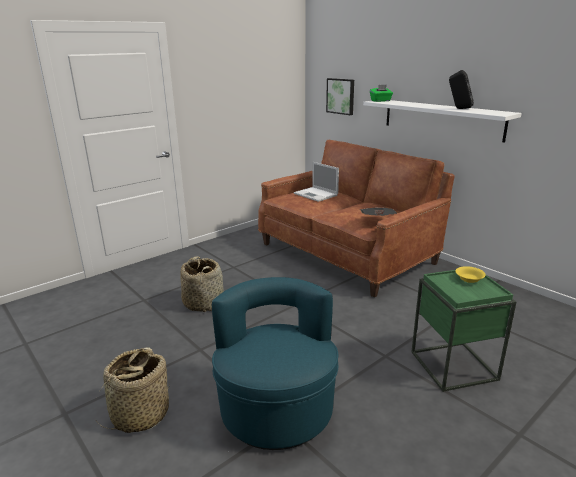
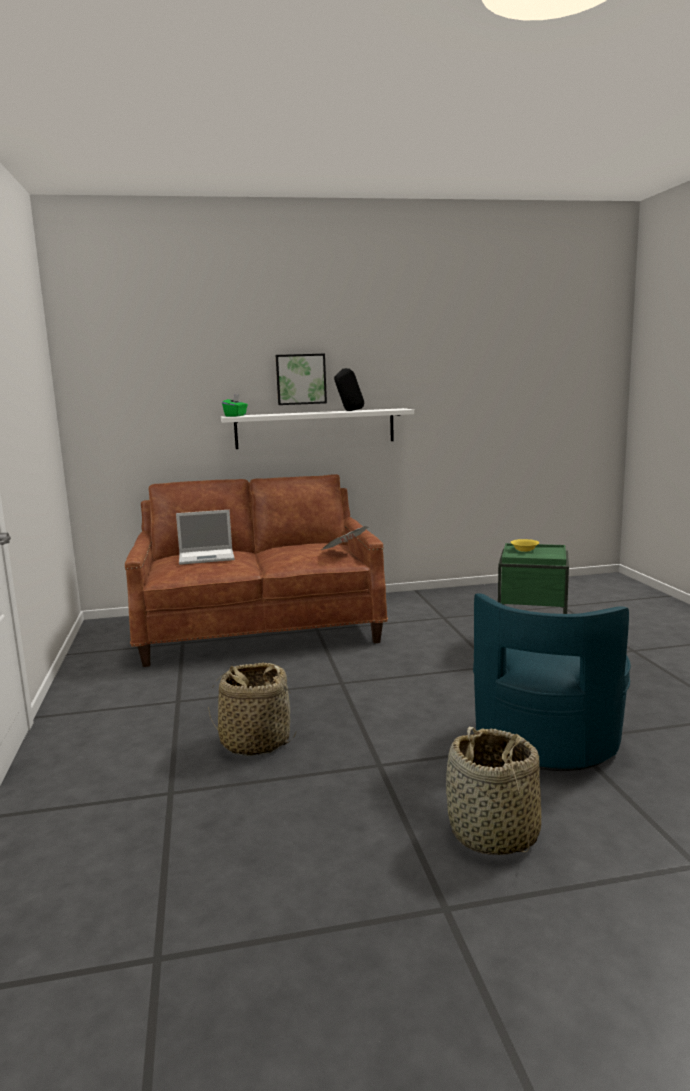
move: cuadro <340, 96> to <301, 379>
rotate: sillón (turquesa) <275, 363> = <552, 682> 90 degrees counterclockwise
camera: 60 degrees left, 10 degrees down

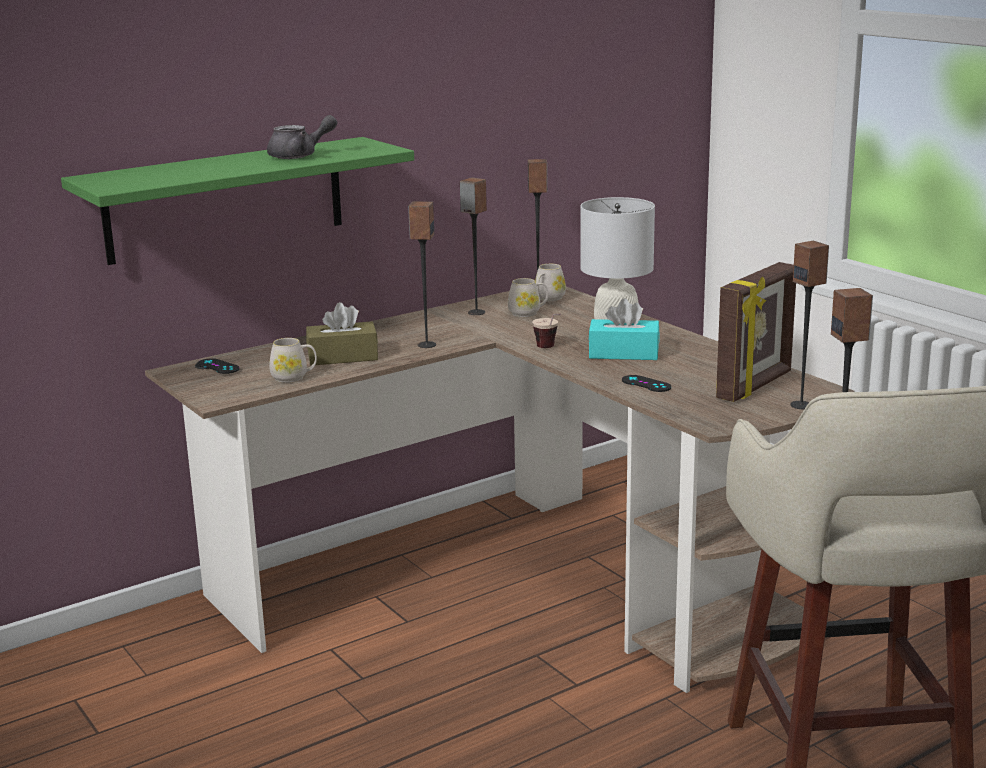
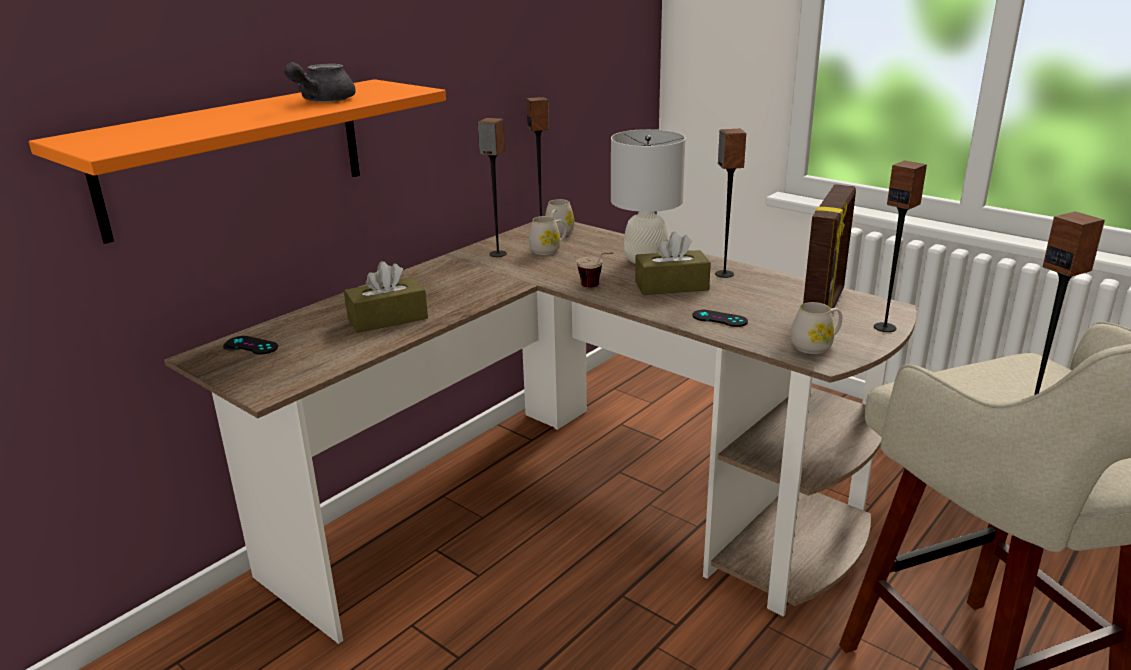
move: altavoz <422, 274> to <730, 203>; taza grande (blanco) <293, 360> to <816, 328>
recolor: estante (verde) <237, 201> to estante (naranja) <237, 161>; caja de pañuelos (turquesa) <624, 329> to caja de pañuelos (marrón) <673, 263>
rotate: tetera (gris) <302, 137> = <320, 82> 150 degrees clockwise
camera: 15 degrees left, 5 degrees up

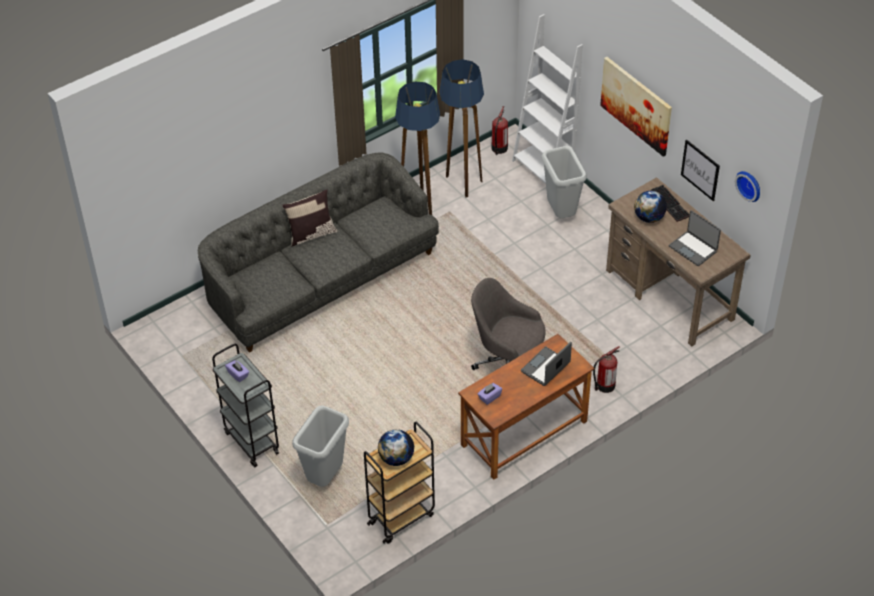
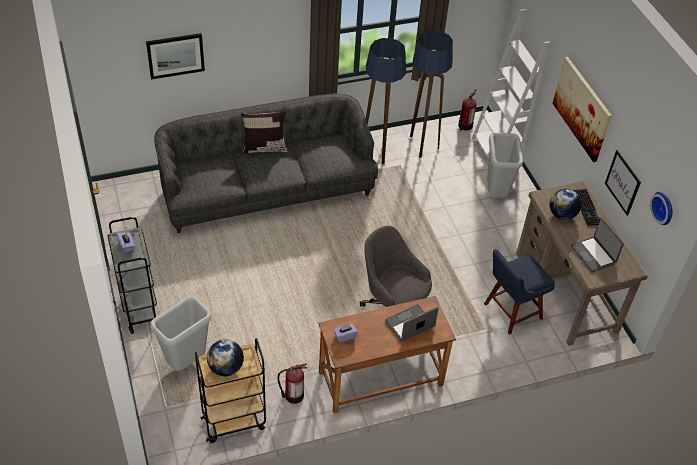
insert: cuadro <175, 56>; silla (azul) <519, 292>
move: extintor <606, 369> to <292, 383>
camera: 15 degrees right, 0 degrees up

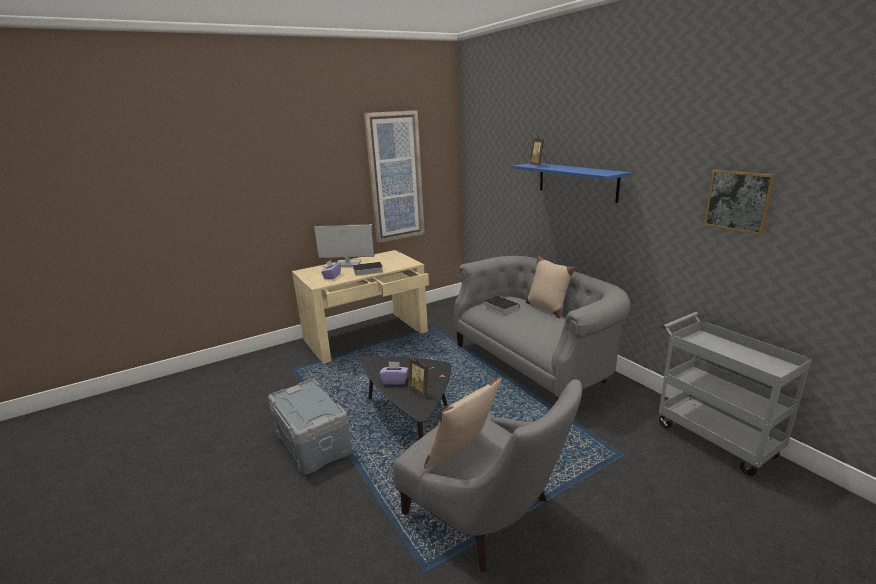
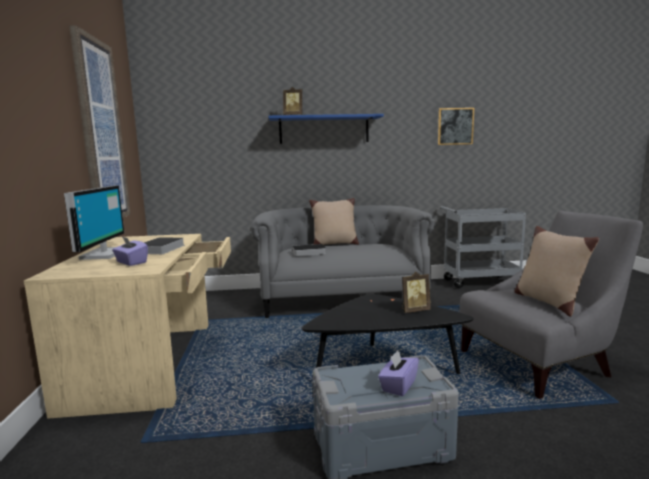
move: caja de pañuelos (morado) <393, 373> to <398, 373>
rotate: monitor <344, 245> = <94, 222> 150 degrees clockwise
camera: 65 degrees left, 10 degrees down

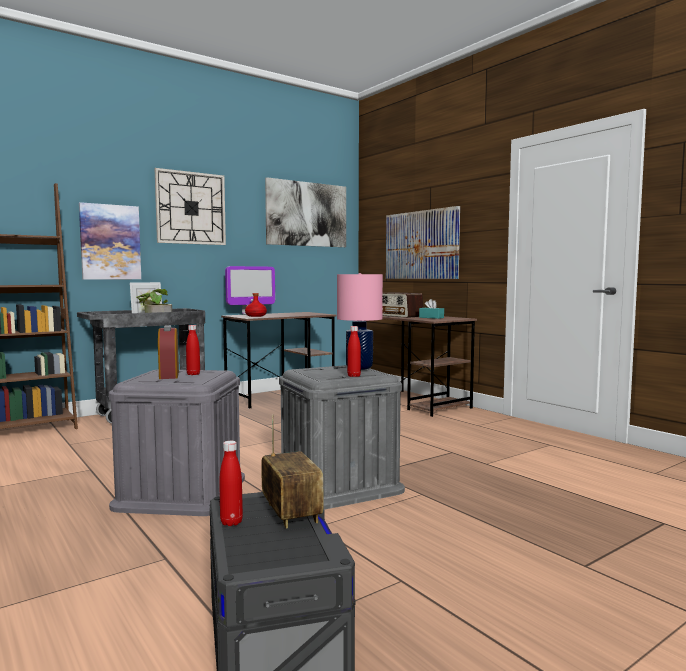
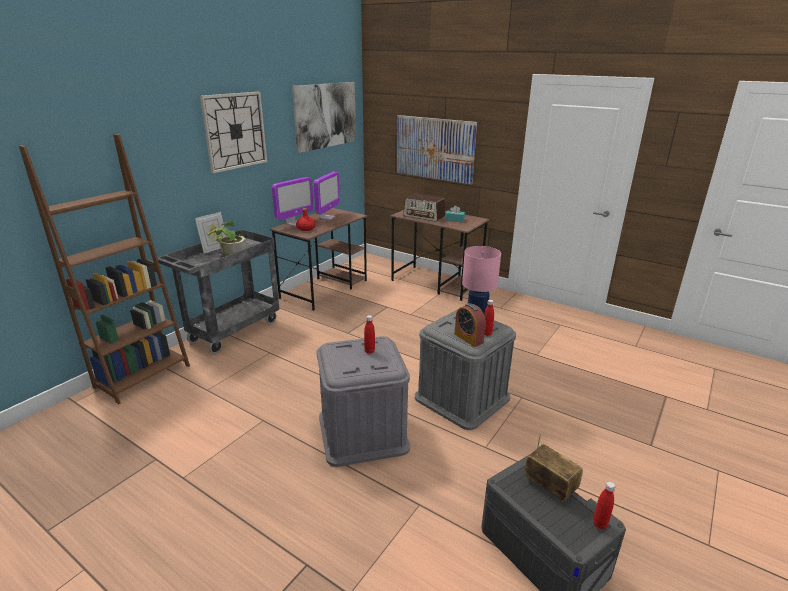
delete: cuadro <110, 241>
insert: monitor <327, 196>
move: despertador <168, 352> to <470, 325>; botella (rojo) <231, 483> to <604, 505>
camera: 20 degrees left, 20 degrees up

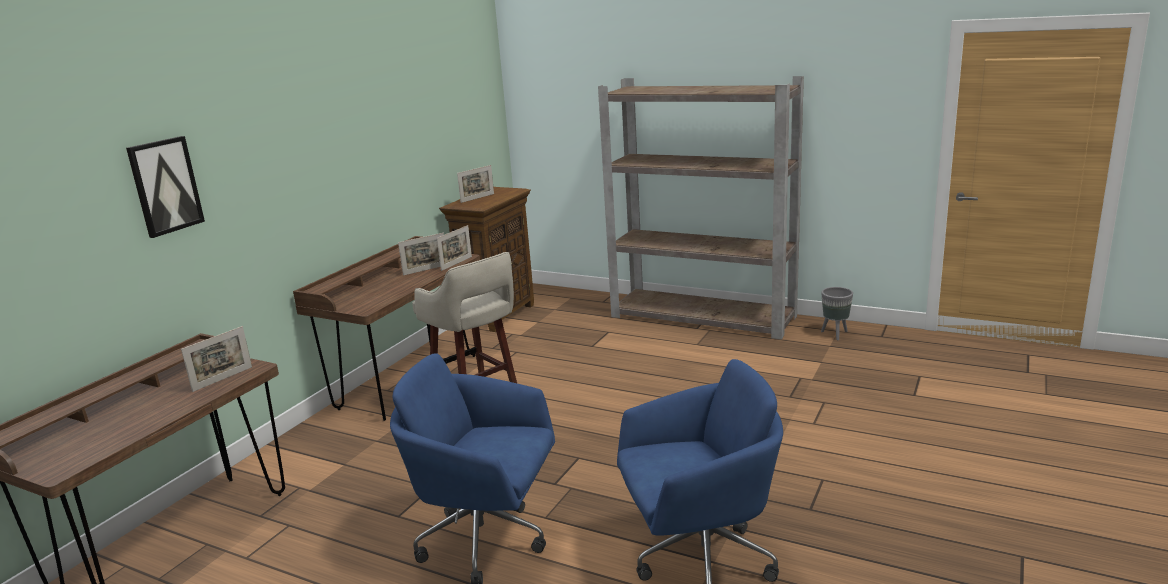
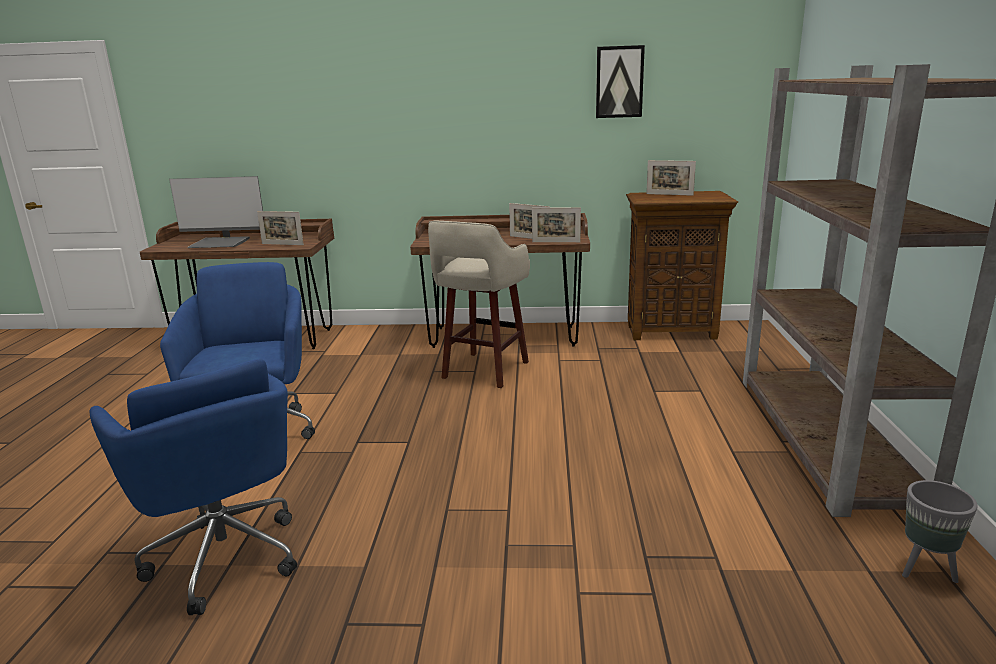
insert: monitor <216, 212>
move: cuadro <165, 187> to <620, 81>
camera: 65 degrees right, 0 degrees up

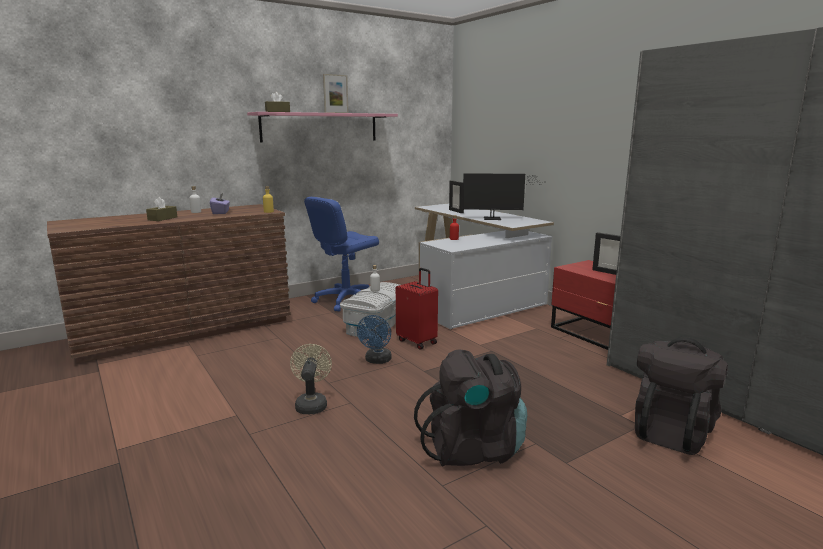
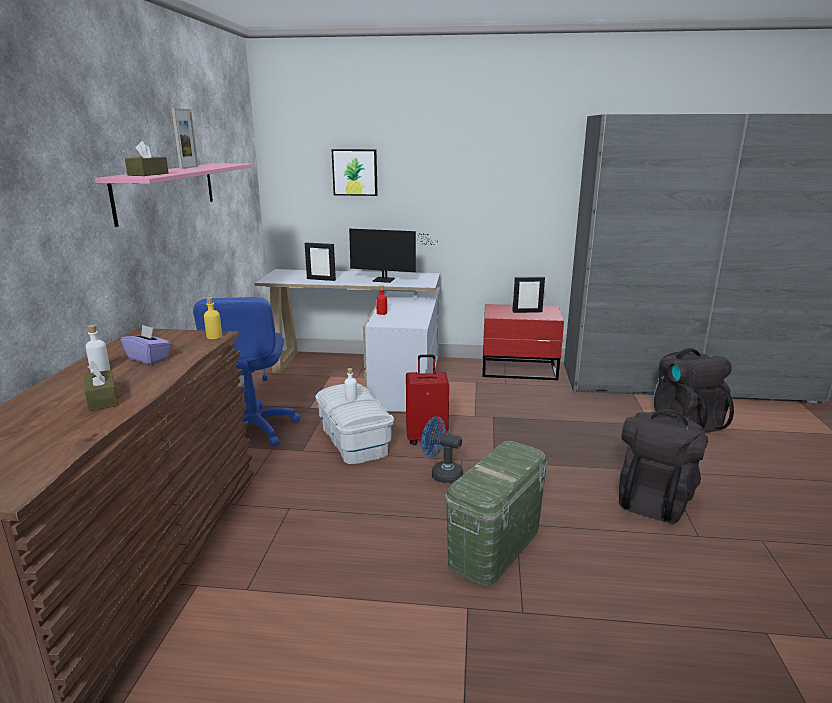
insert: cuadro <354, 172>
replace: ventilador (beis) <311, 379> to caja de almacenaje (verde) <496, 514>
rotate: monitor <504, 196> = <393, 256> 60 degrees clockwise; ventilador (azul) <374, 339> = <442, 450> 150 degrees clockwise
camera: 50 degrees left, 5 degrees up

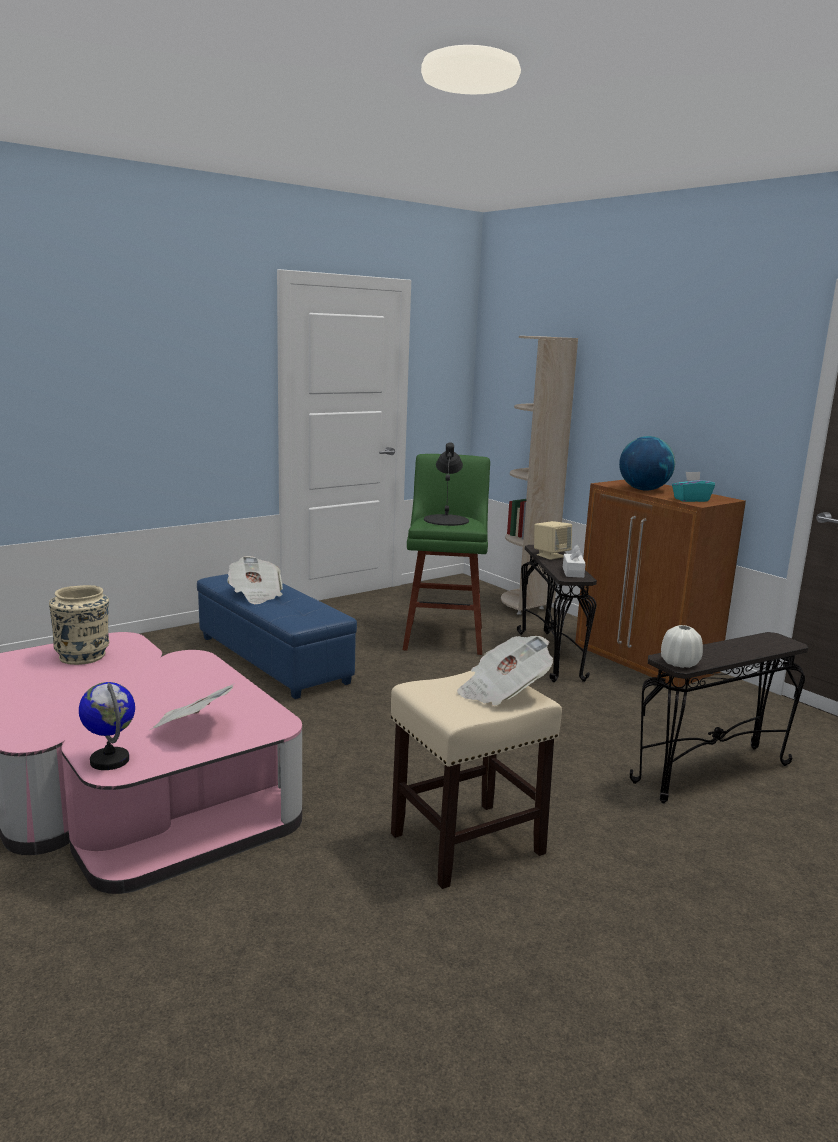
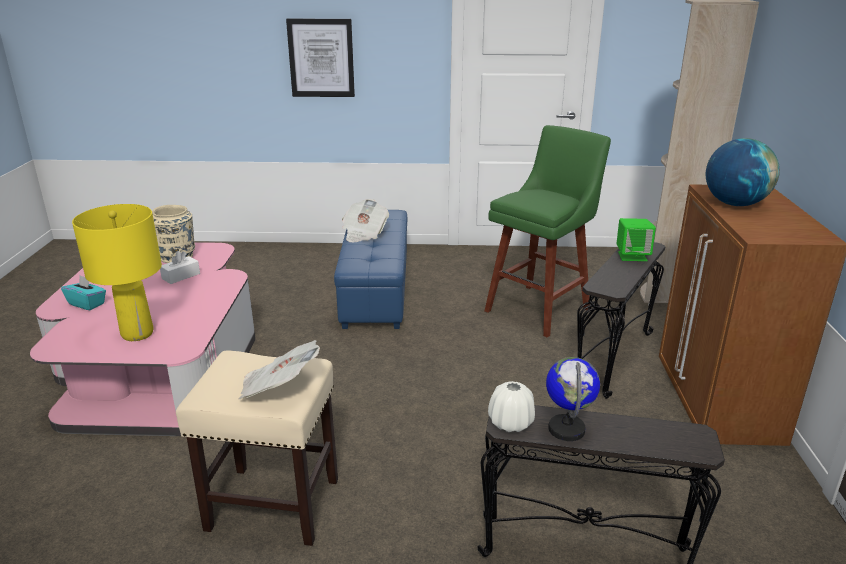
delete: lámpara de mesa (negro) <446, 484>
insert: cuadro <320, 58>
move: caja de pañuelos (turquesa) <693, 487> to <83, 292>; caja de pañuelos (blanco) <574, 561> to <180, 267>; globo terráqueo <107, 726> to <573, 399>
replace: periódico <192, 706> to lámpara de mesa (amarillo) <117, 272>
recolor: altavoz (beis) <553, 540> to altavoz (verde) <636, 239>
camera: 40 degrees right, 10 degrees up

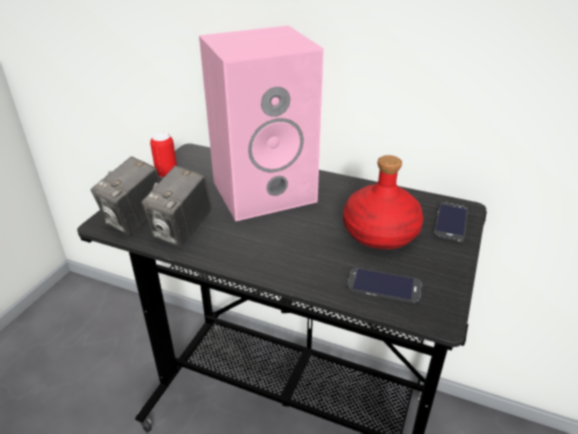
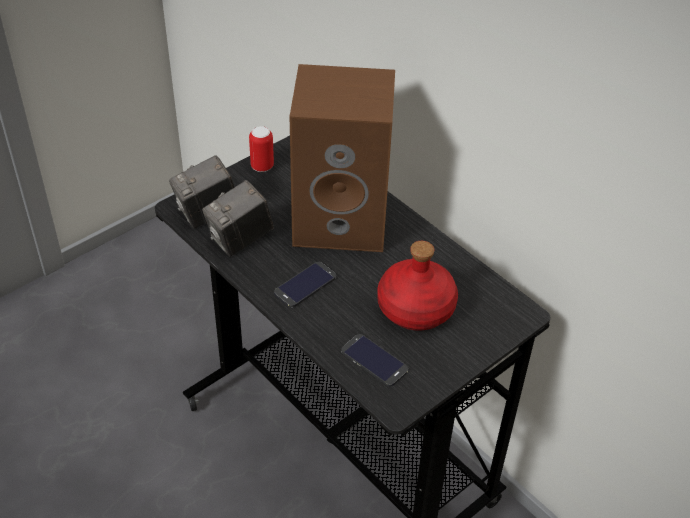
move: móvil <451, 222> to <305, 284>
recolor: altavoz (rosa) <261, 123> to altavoz (marrón) <342, 158>
camera: 25 degrees right, 10 degrees up

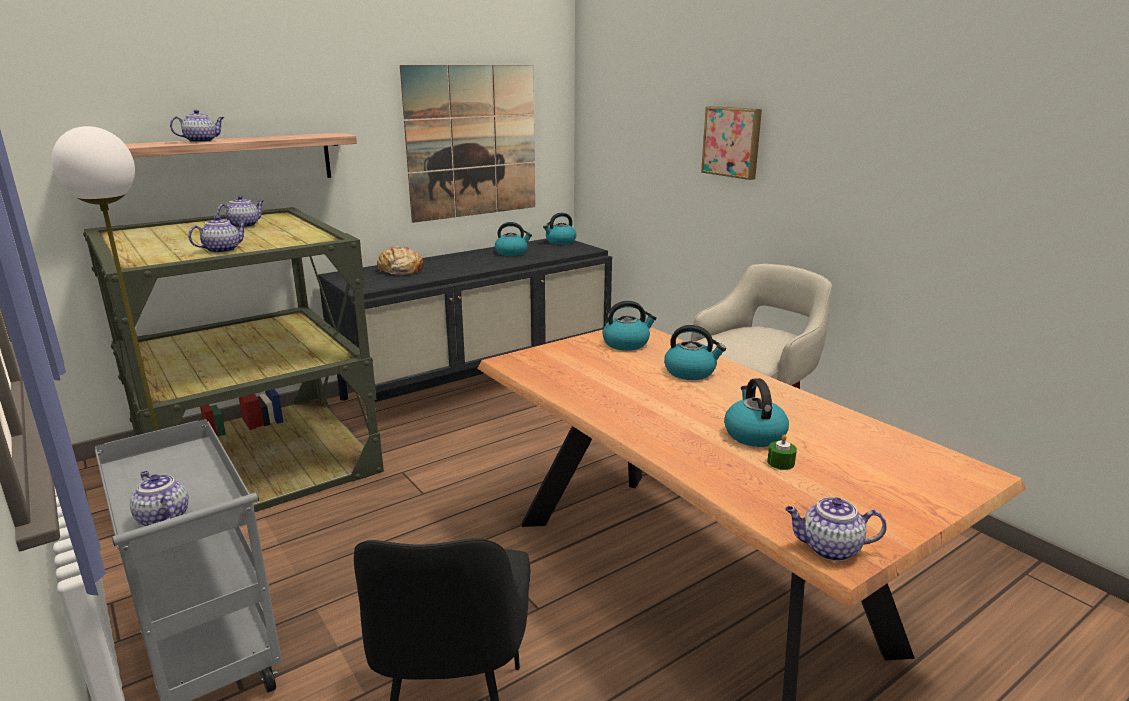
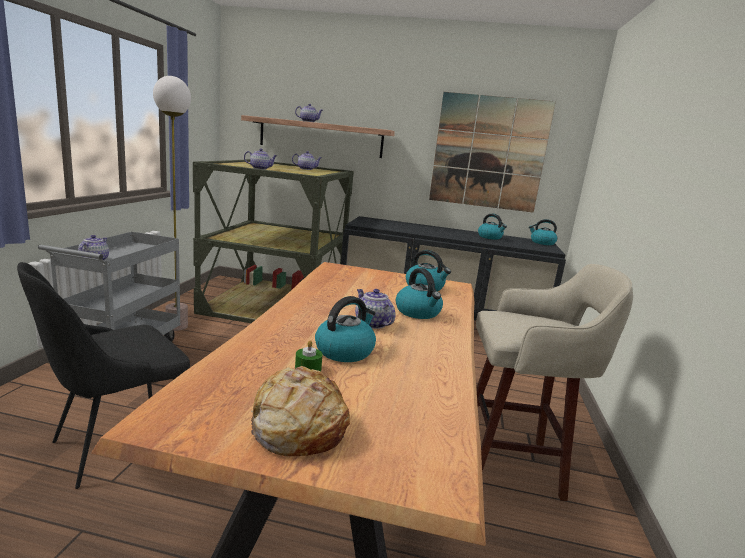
delete: cuadro <731, 143>
move: pan <400, 260> to <300, 411>; tetera <836, 529> to <375, 309>
camera: 45 degrees right, 5 degrees down

